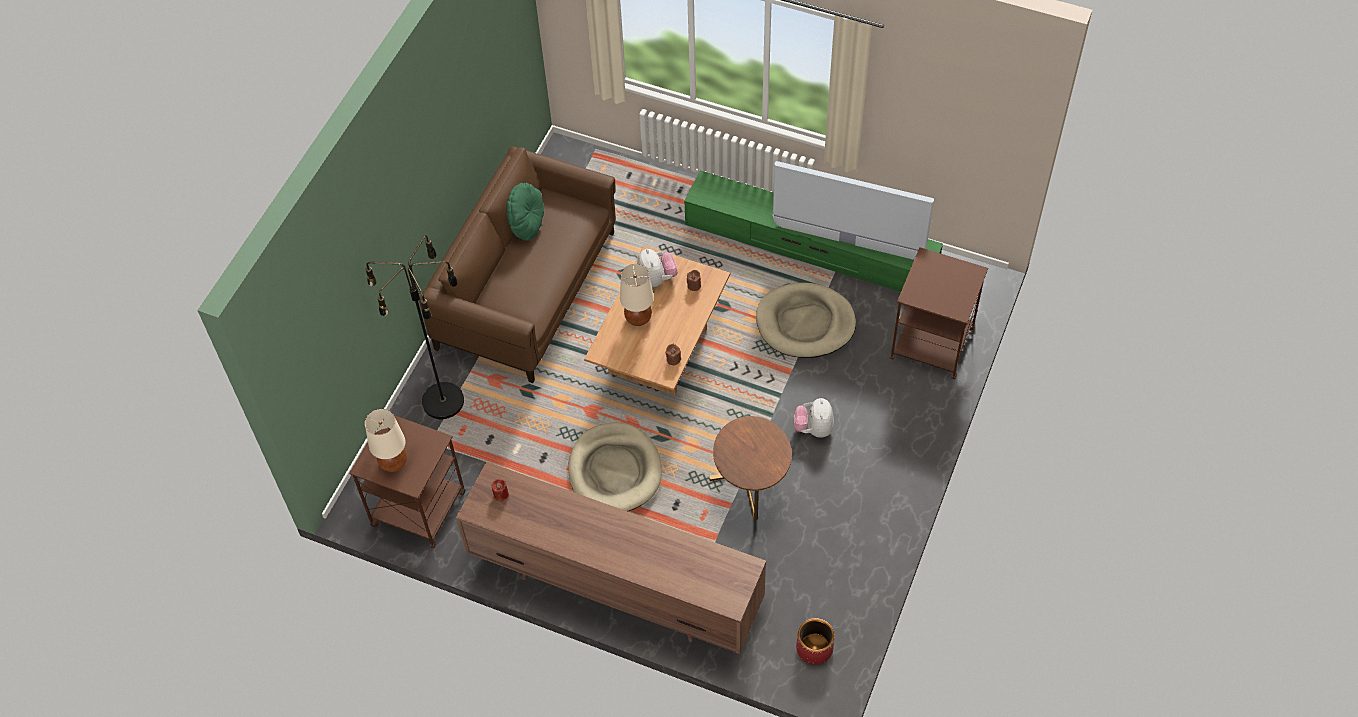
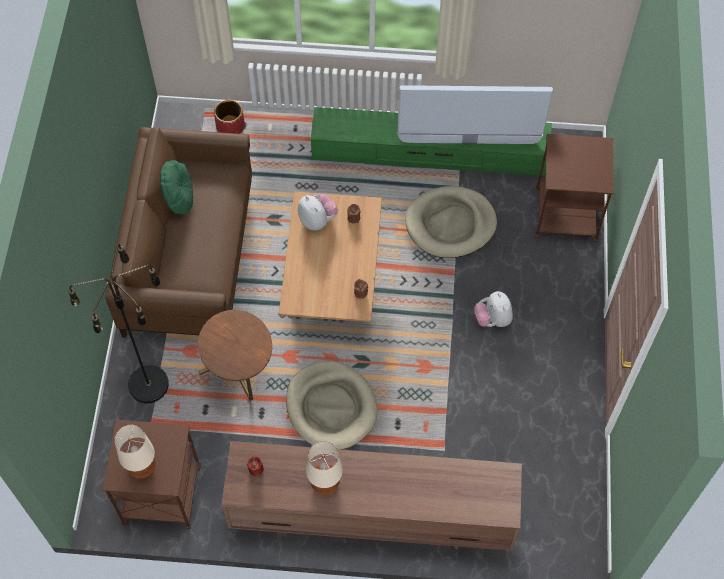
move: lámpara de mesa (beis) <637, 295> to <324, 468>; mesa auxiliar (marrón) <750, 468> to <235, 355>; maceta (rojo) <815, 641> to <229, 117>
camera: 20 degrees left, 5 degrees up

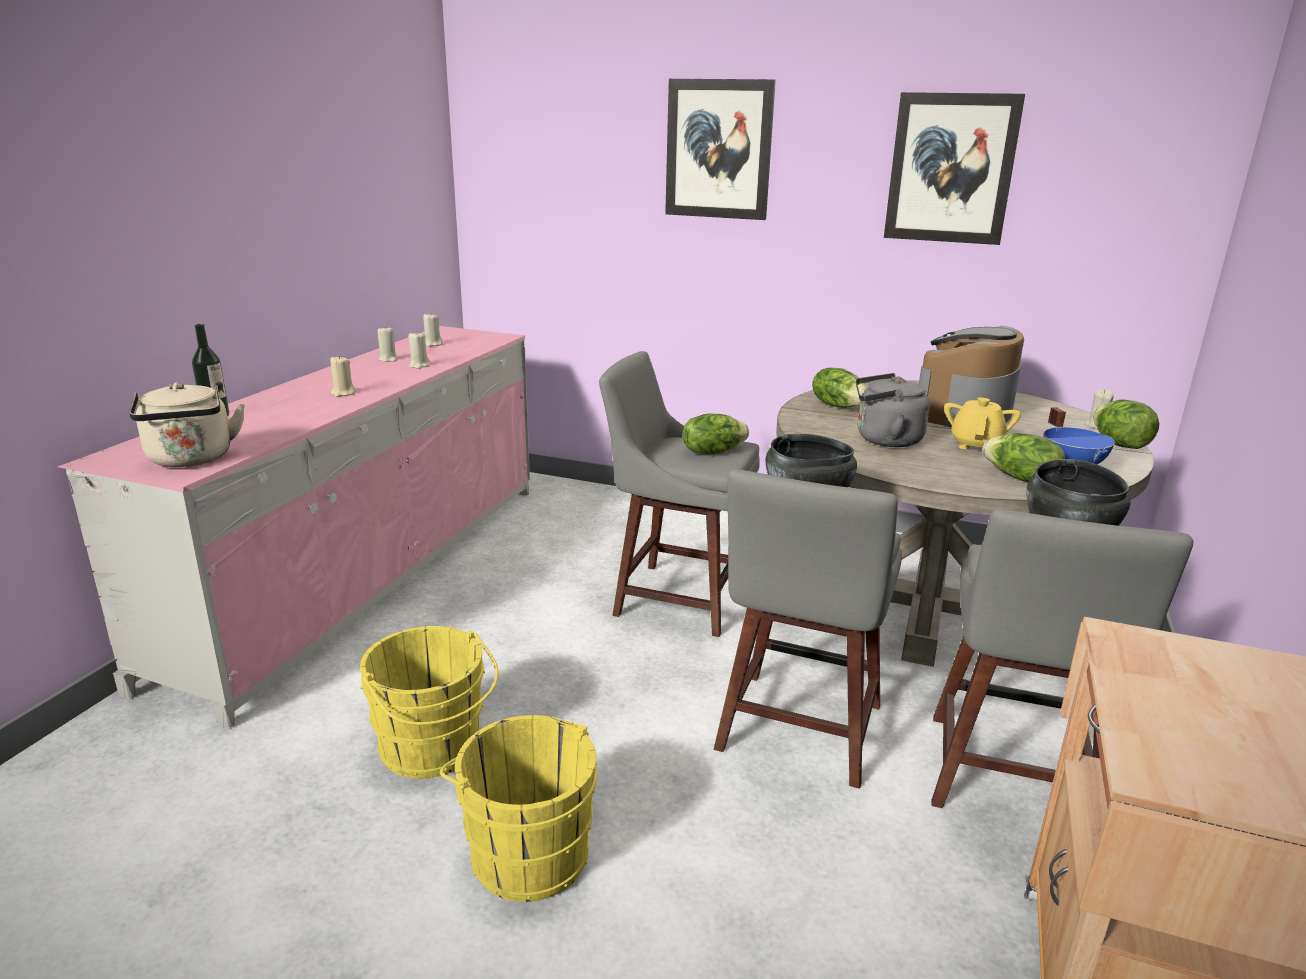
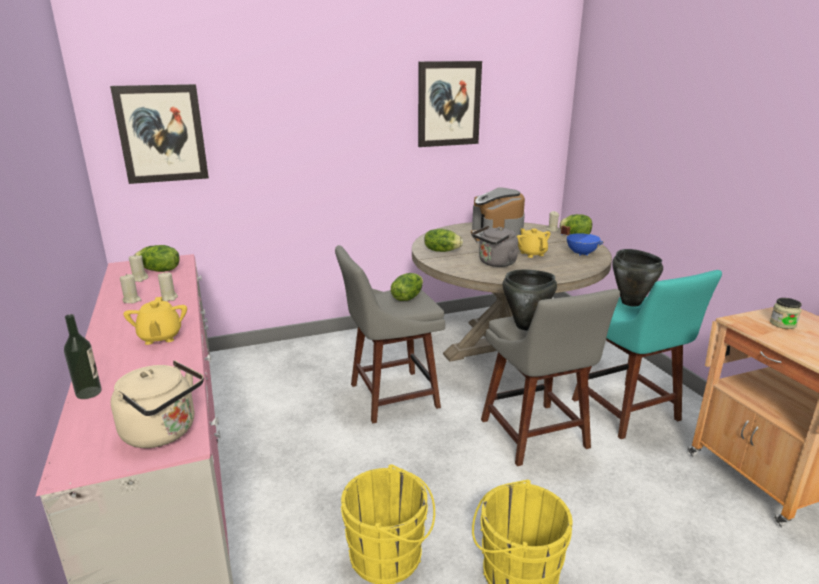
insert: tarro <786, 313>
move: cuadro <720, 149> to <159, 134>; lechuga <1023, 457> to <156, 258>
replace: vela (beis) <343, 376> to tetera (amarillo) <155, 321>
recolor: taburete (gris) <1062, 658> to taburete (turquesa) <647, 354>
camera: 40 degrees left, 0 degrees up

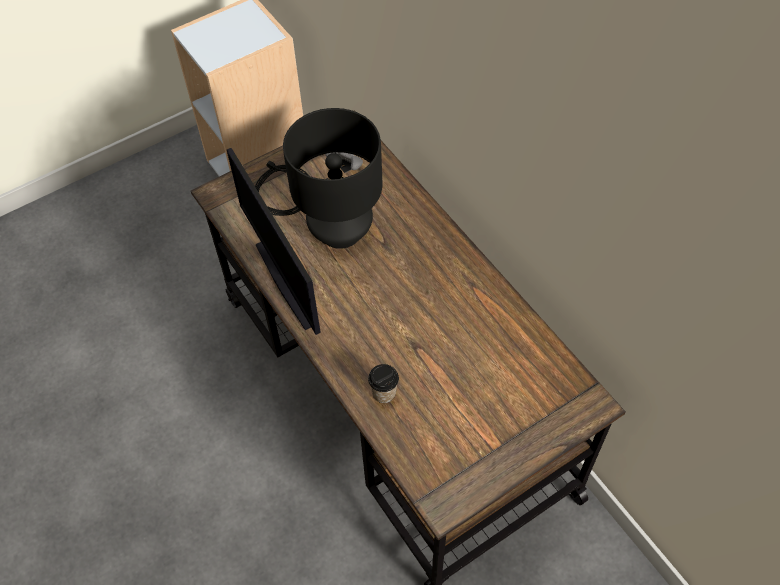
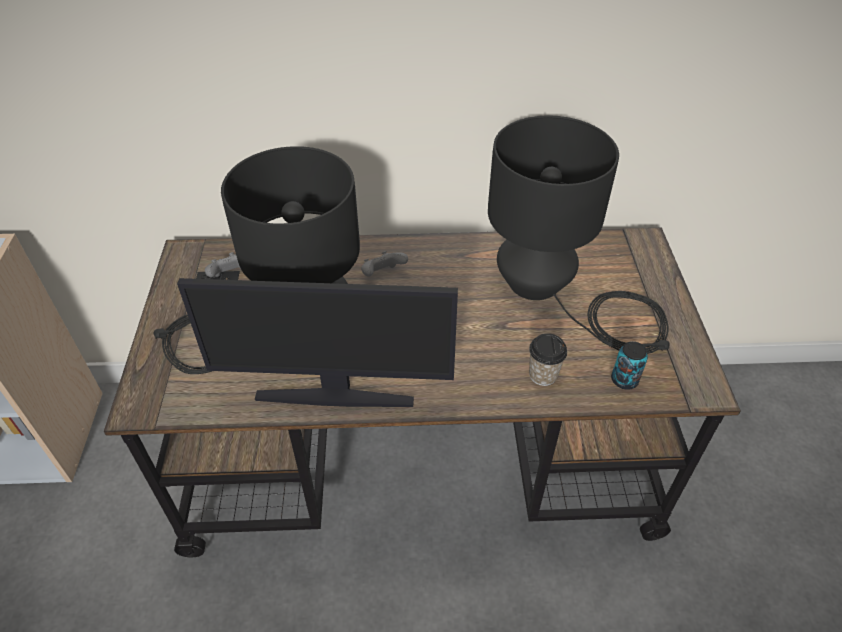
insert: lámpara de mesa (negro) <579, 235>; mando de consola (gris) <384, 264>; lata <629, 365>
camera: 60 degrees left, 10 degrees down

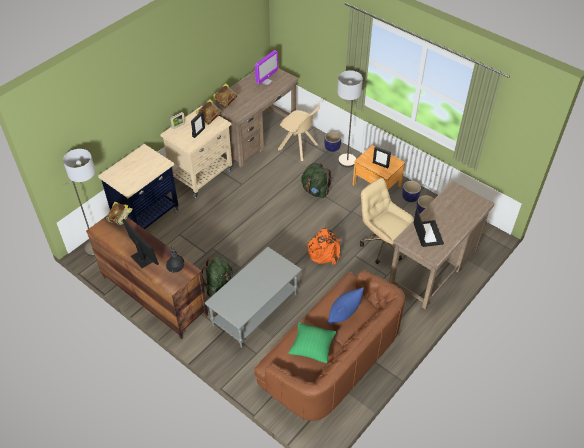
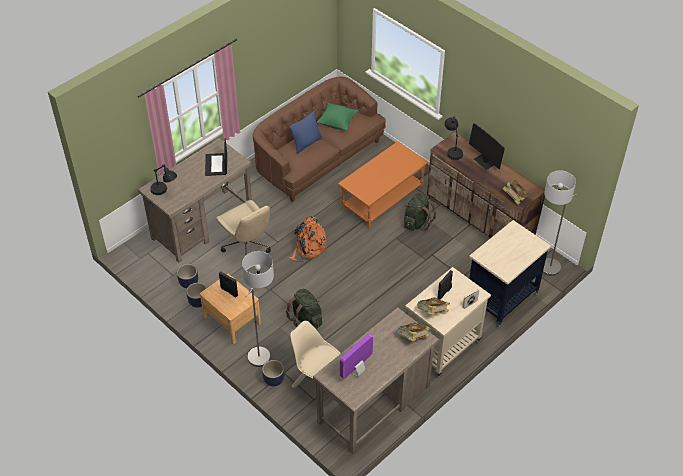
insert: lámpara de mesa (negro) <163, 179>
recolor: mesa de centro (gris) <253, 297> to mesa de centro (naranja) <383, 185>
camera: 175 degrees left, 0 degrees up

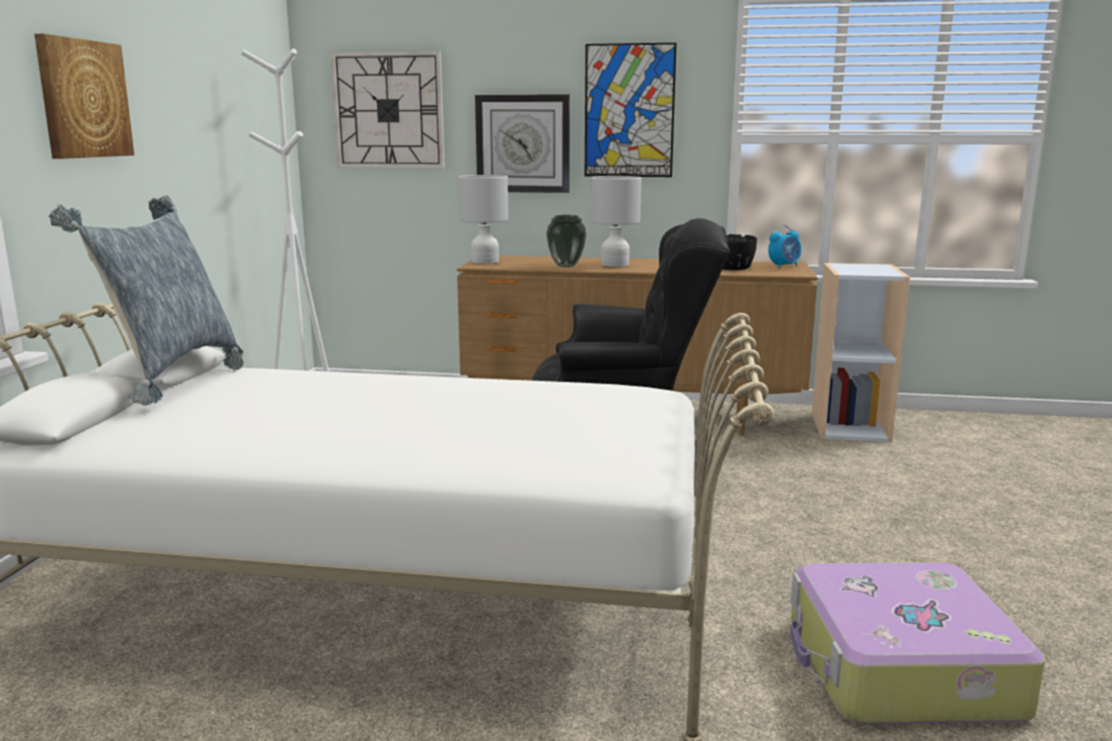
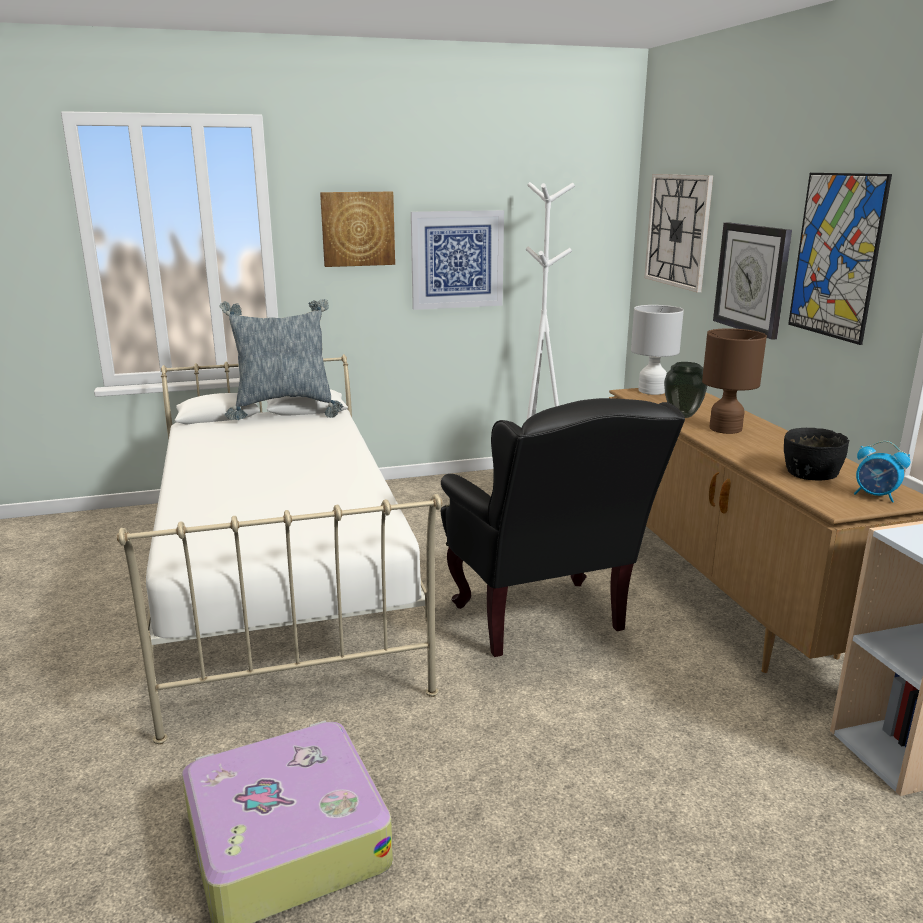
insert: cuadro <457, 260>
recolor: lámpara de mesa (gris) <616, 221> to lámpara de mesa (marrón) <734, 381>
camera: 65 degrees right, 5 degrees up

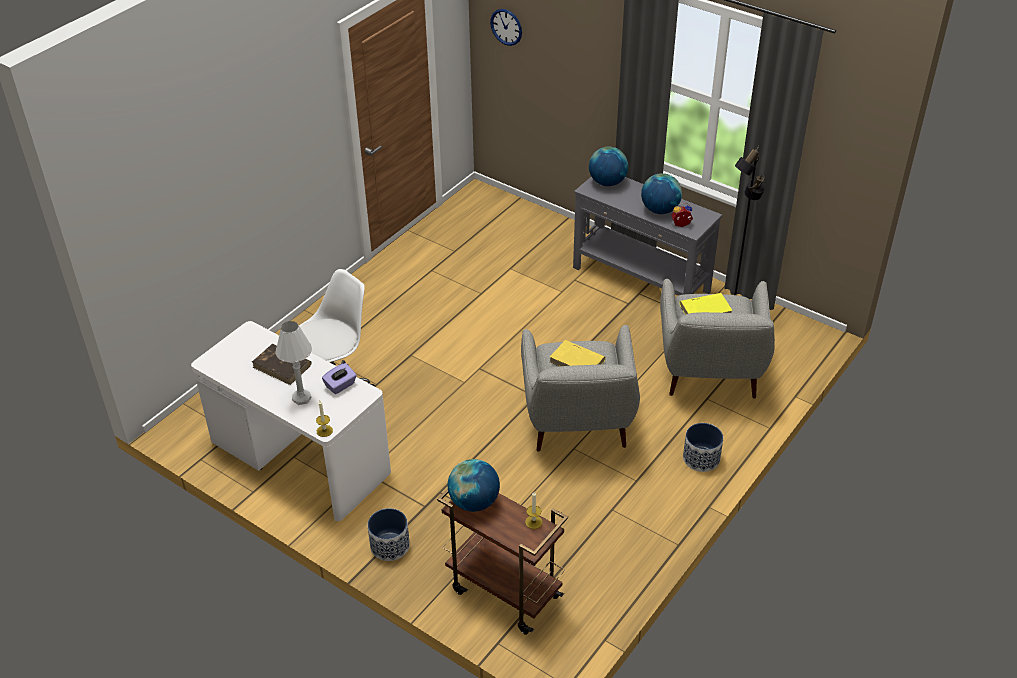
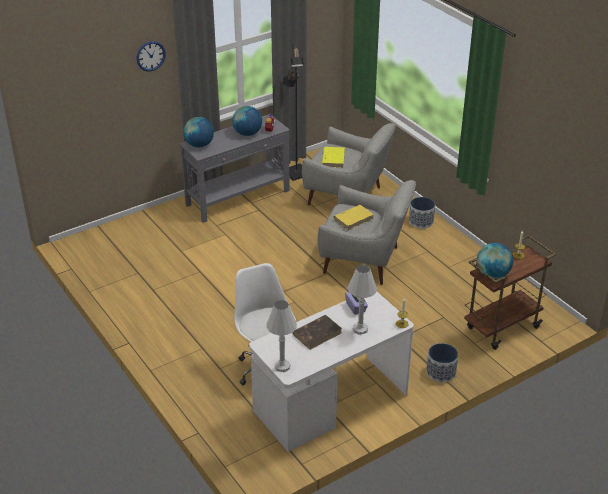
insert: lámpara de mesa (blanco) <281, 336>
move: reloj de pared <506, 27> to <151, 56>
camera: 70 degrees left, 5 degrees down

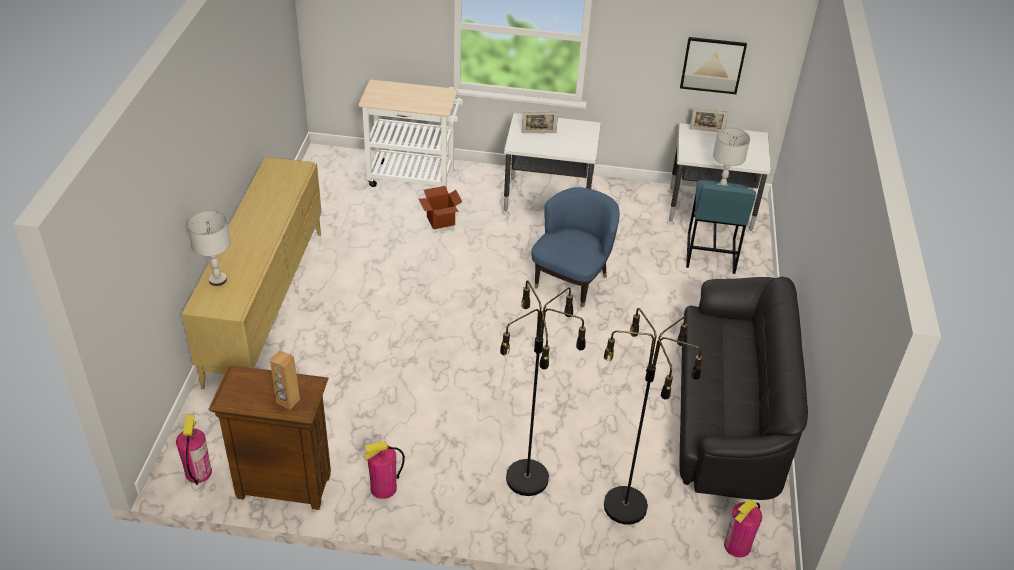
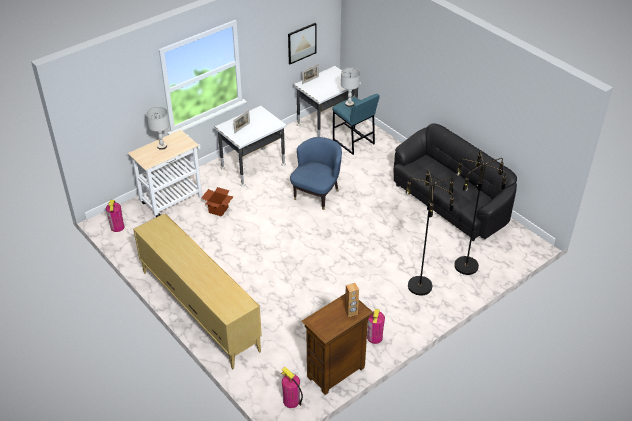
move: lámpara de mesa (gris) <209, 248> to <158, 128>; extintor <743, 528> to <115, 216>
rotate: sillón (azul) <575, 247> = <316, 173> 45 degrees clockwise
camera: 45 degrees left, 0 degrees up

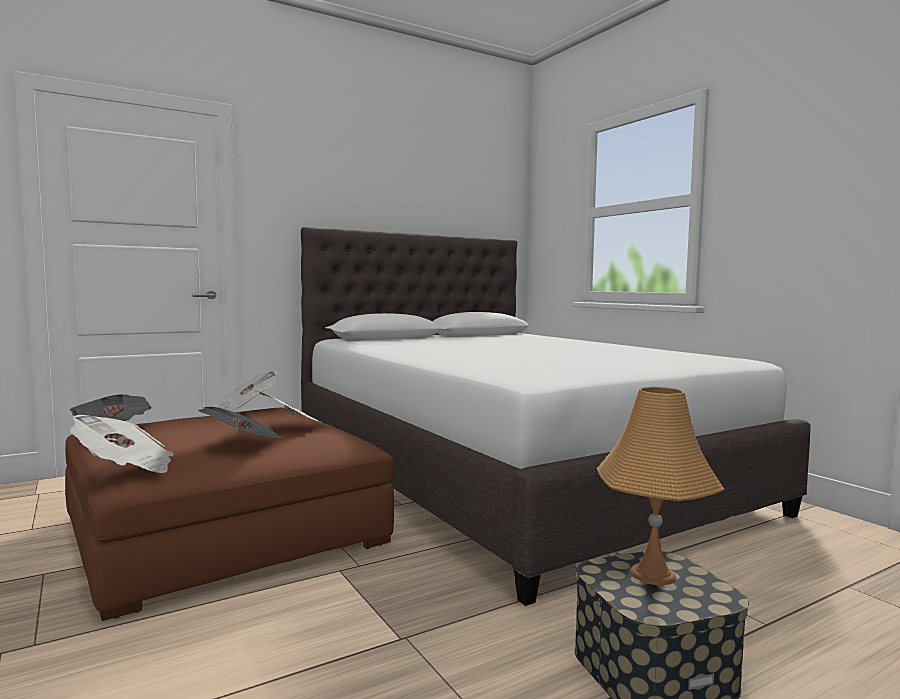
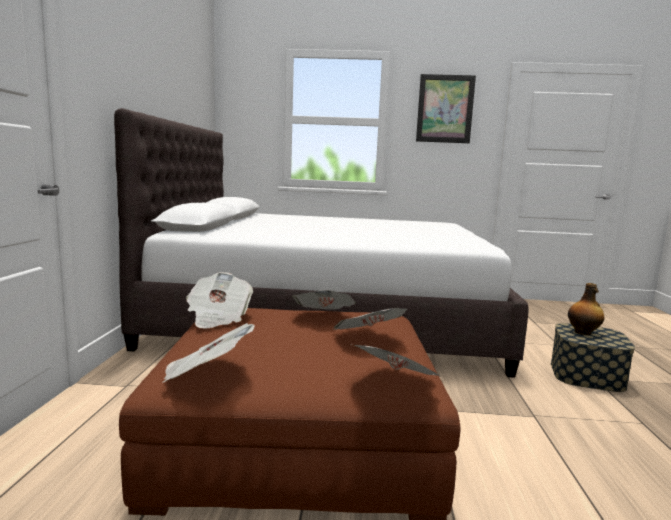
insert: cuadro <446, 108>
replace: lámpara de mesa (naranja) <660, 486> to botella <586, 309>
camera: 55 degrees left, 5 degrees up

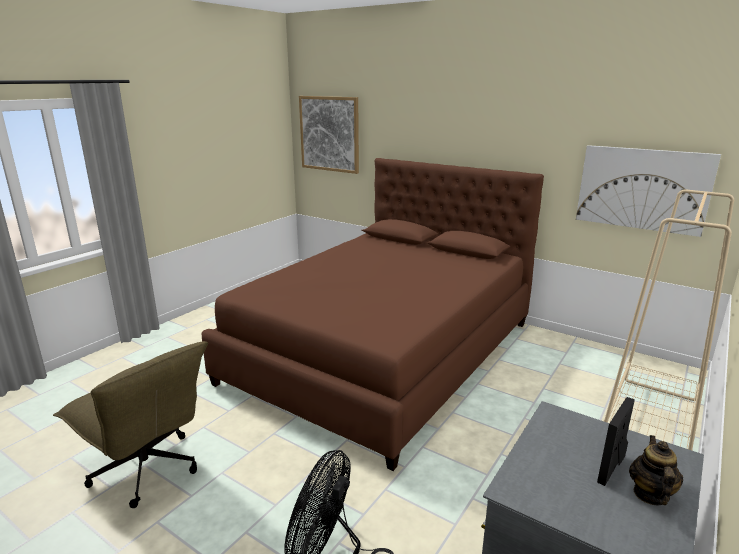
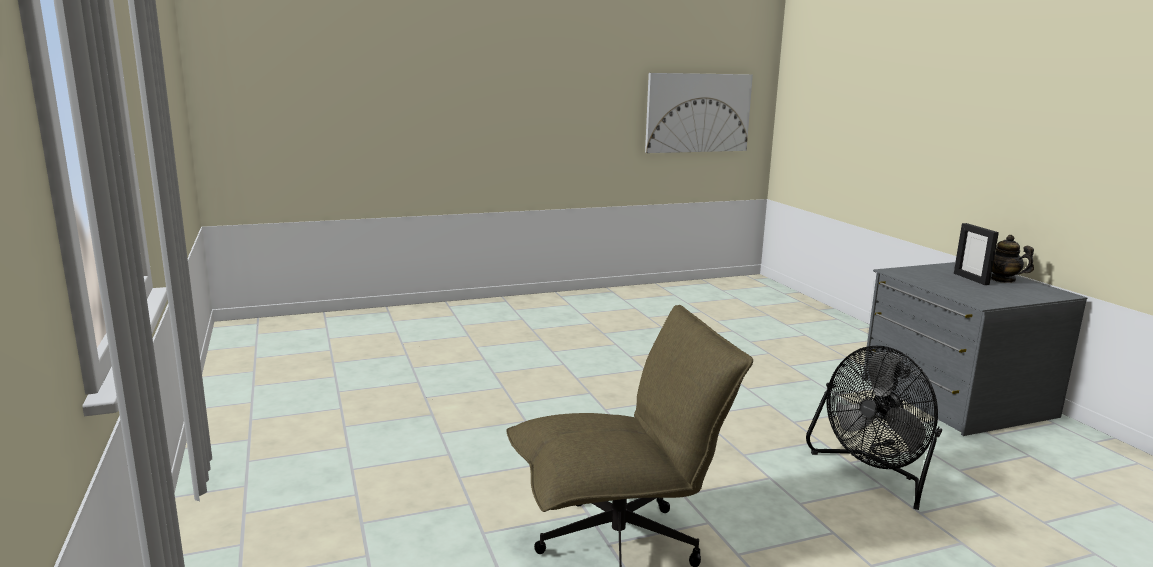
delete: cuadro <329, 135>; cama (marrón) <372, 314>; perchero (beis) <669, 319>
camera: 55 degrees left, 5 degrees down

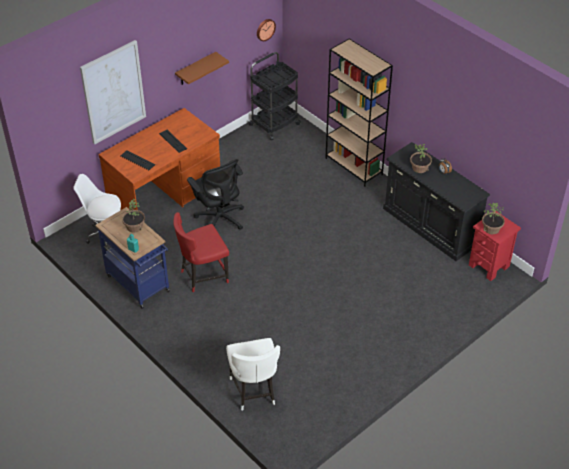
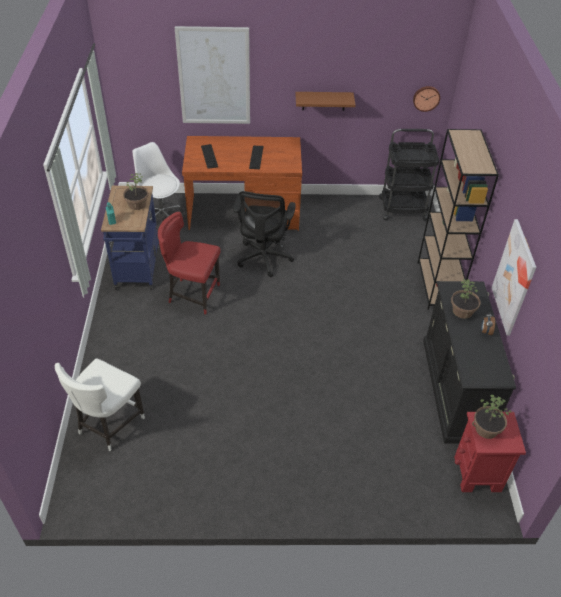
insert: cuadro <514, 277>
camera: 40 degrees right, 0 degrees up

